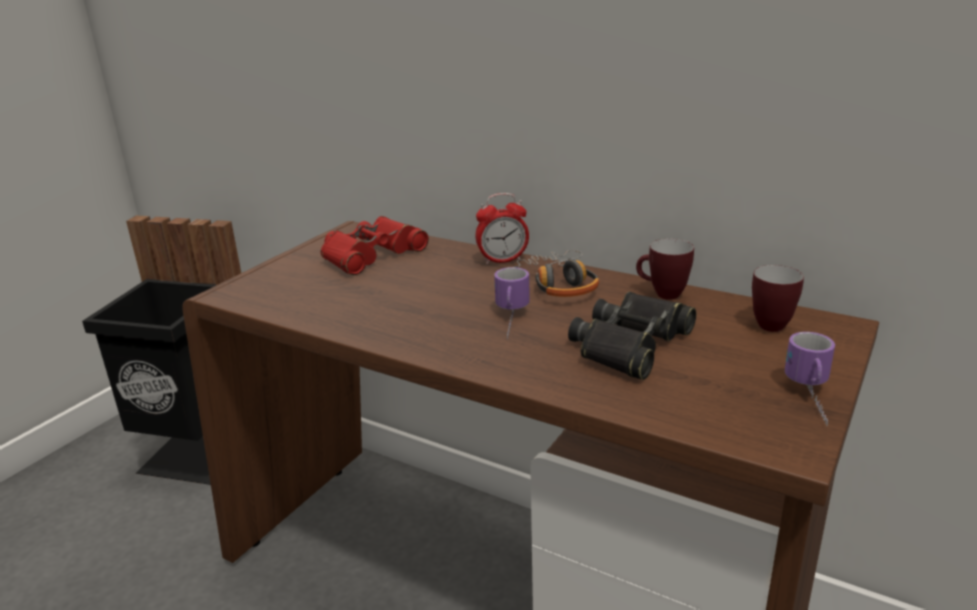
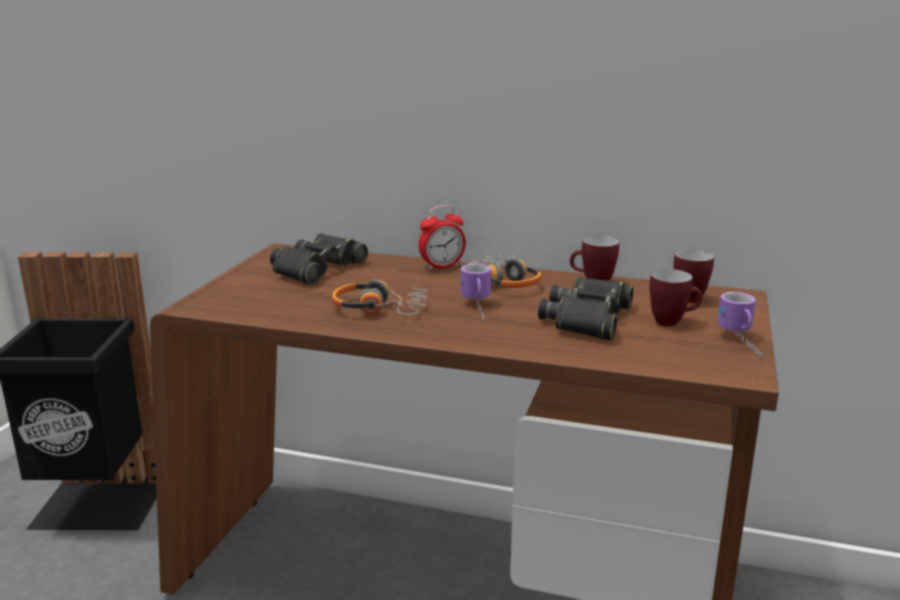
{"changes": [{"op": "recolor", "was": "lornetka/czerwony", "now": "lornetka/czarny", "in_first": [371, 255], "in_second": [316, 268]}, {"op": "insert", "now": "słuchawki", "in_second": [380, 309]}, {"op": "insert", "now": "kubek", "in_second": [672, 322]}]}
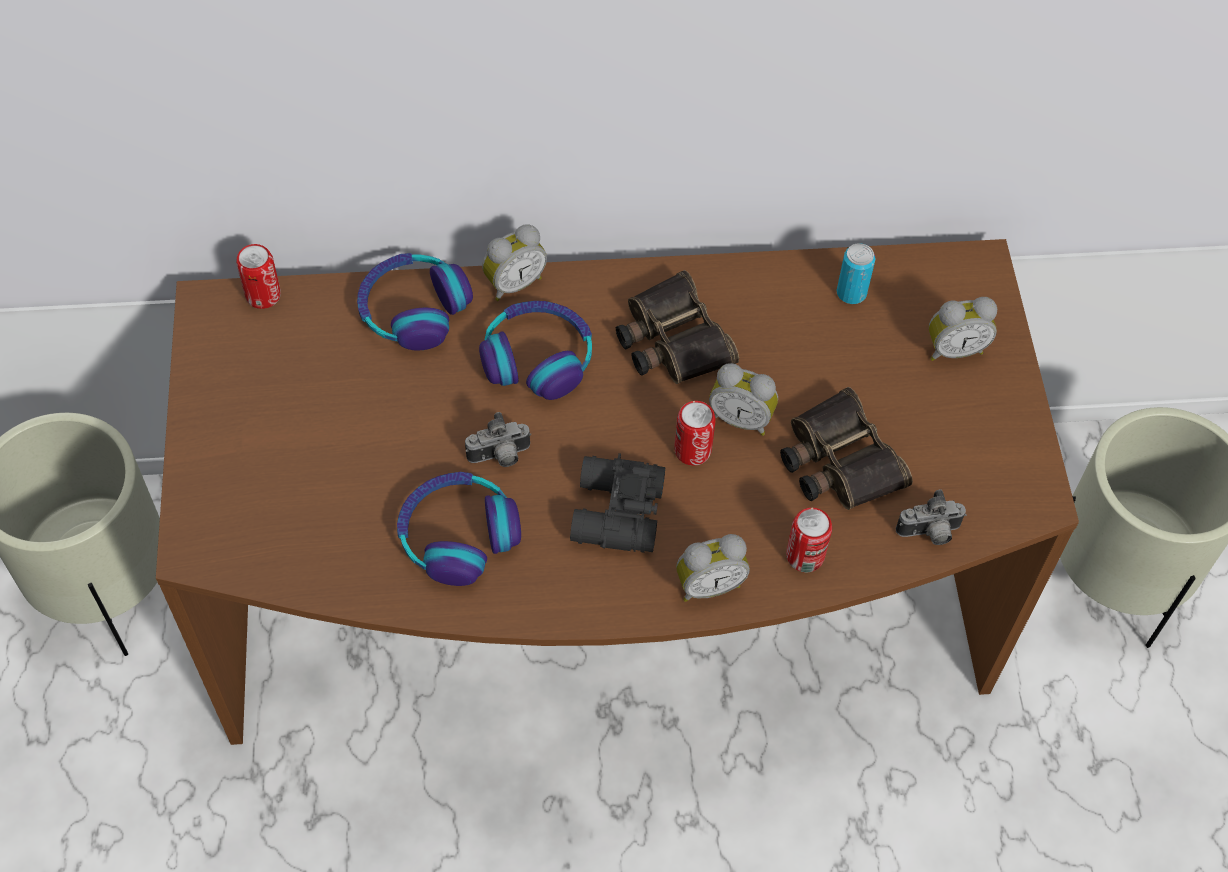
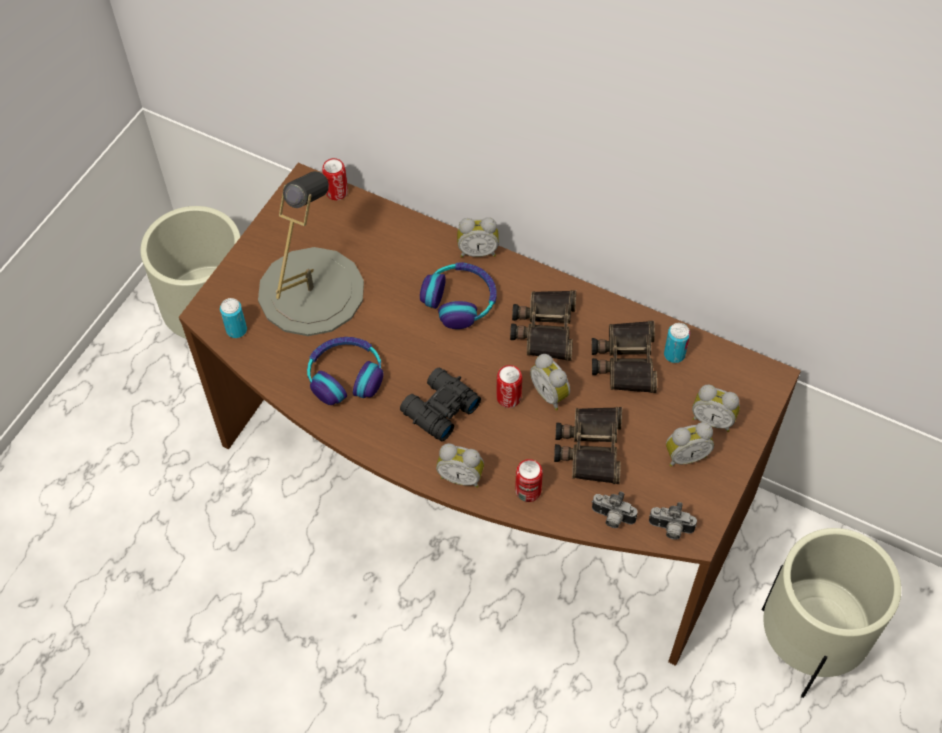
{"changes": [{"op": "insert", "now": "puszka", "in_second": [236, 330]}, {"op": "insert", "now": "lampa stołowa/szary", "in_second": [311, 291]}, {"op": "insert", "now": "lornetka", "in_second": [624, 361]}, {"op": "move", "was": "aparat fotograficzny", "in_first": [500, 457], "in_second": [670, 529]}, {"op": "insert", "now": "budzik", "in_second": [685, 455]}, {"op": "delete", "was": "słuchawki", "in_first": [413, 310]}]}
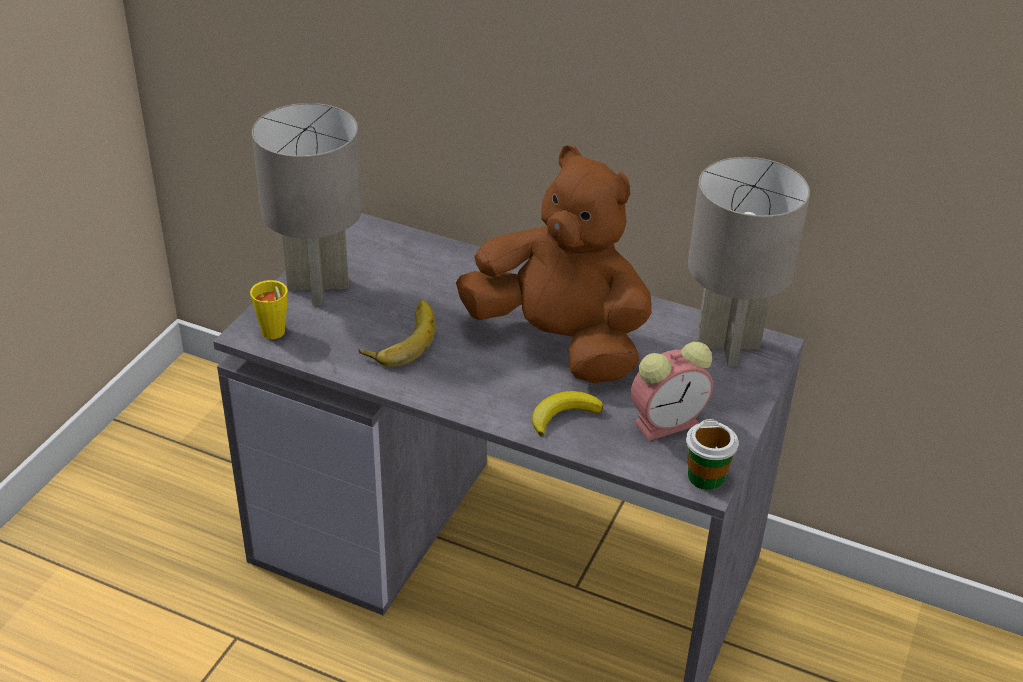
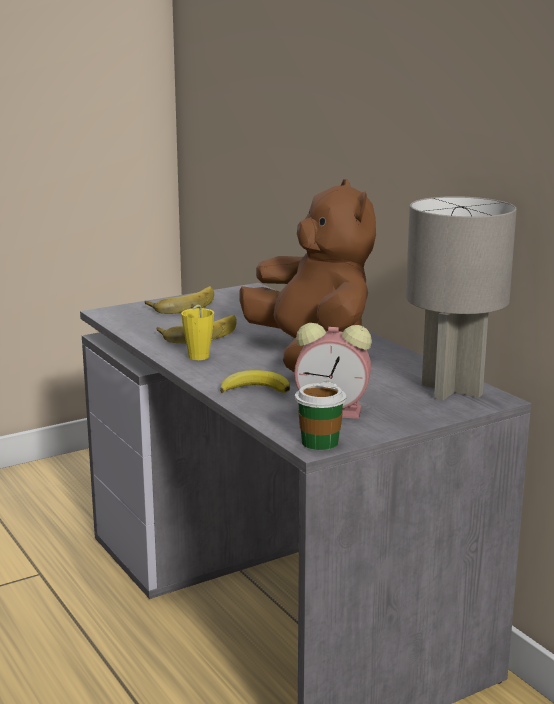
{"changes": [{"op": "replace", "was": "lampa stołowa/szary", "now": "banan", "in_first": [317, 286], "in_second": [182, 304]}, {"op": "move", "was": "filiżanka/żółty", "in_first": [274, 335], "in_second": [197, 358]}]}
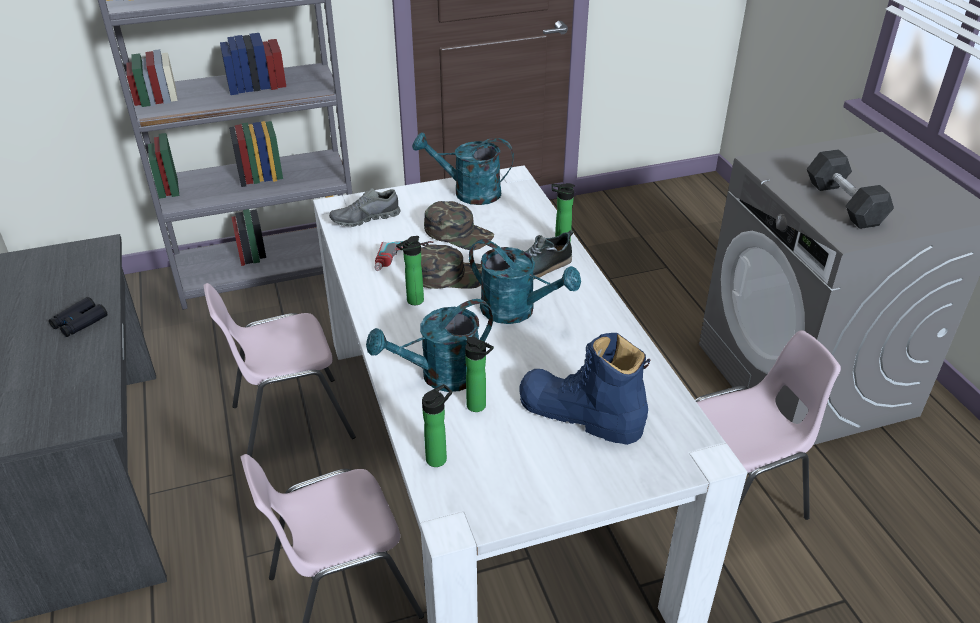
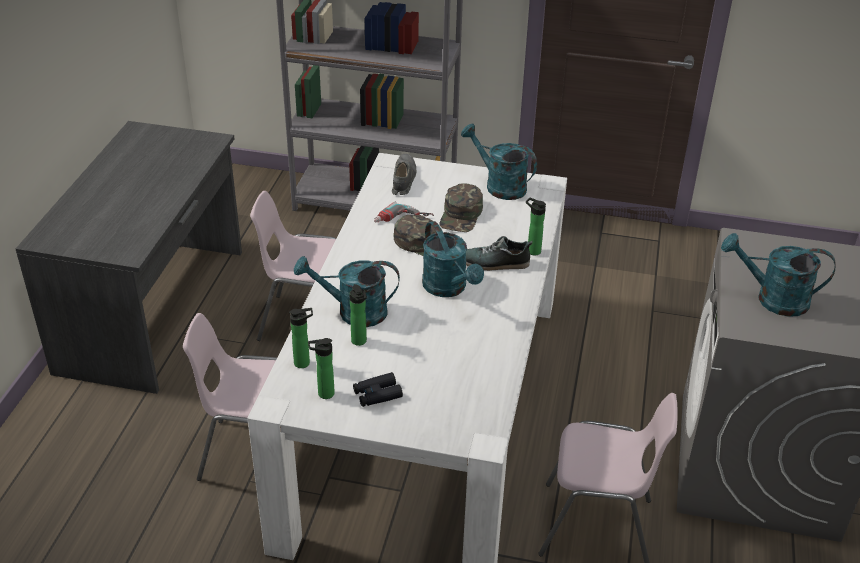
{"changes": [{"op": "move", "was": "butelka", "in_first": [413, 301], "in_second": [323, 394]}, {"op": "move", "was": "lornetka/czarny", "in_first": [79, 322], "in_second": [377, 394]}, {"op": "rotate", "was": "but/szary", "in_first": [365, 219], "in_second": [403, 180], "clockwise": 90}, {"op": "rotate", "was": "czapka z daszkiem/zielony", "in_first": [458, 233], "in_second": [461, 215], "clockwise": 45}, {"op": "replace", "was": "hantel/szary", "now": "konewka/turkusowy", "in_first": [844, 203], "in_second": [772, 299]}, {"op": "delete", "was": "but z cholewką/niebieski", "in_first": [580, 414]}]}
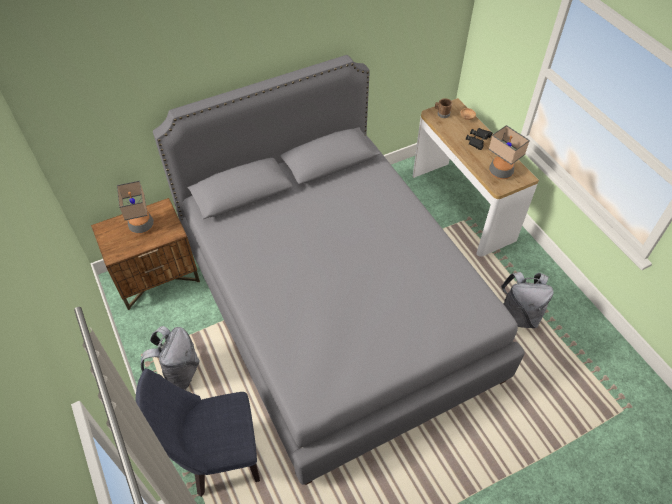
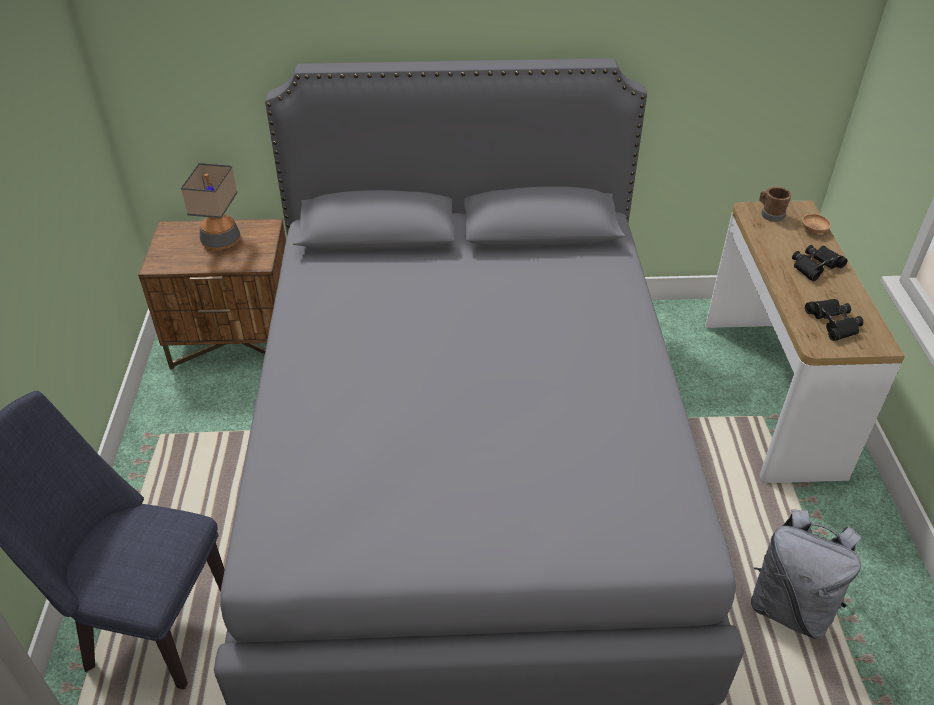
{"changes": [{"op": "replace", "was": "lampa stołowa", "now": "lornetka/czarny", "in_first": [500, 172], "in_second": [833, 323]}, {"op": "delete", "was": "plecak/szary", "in_first": [178, 373]}]}
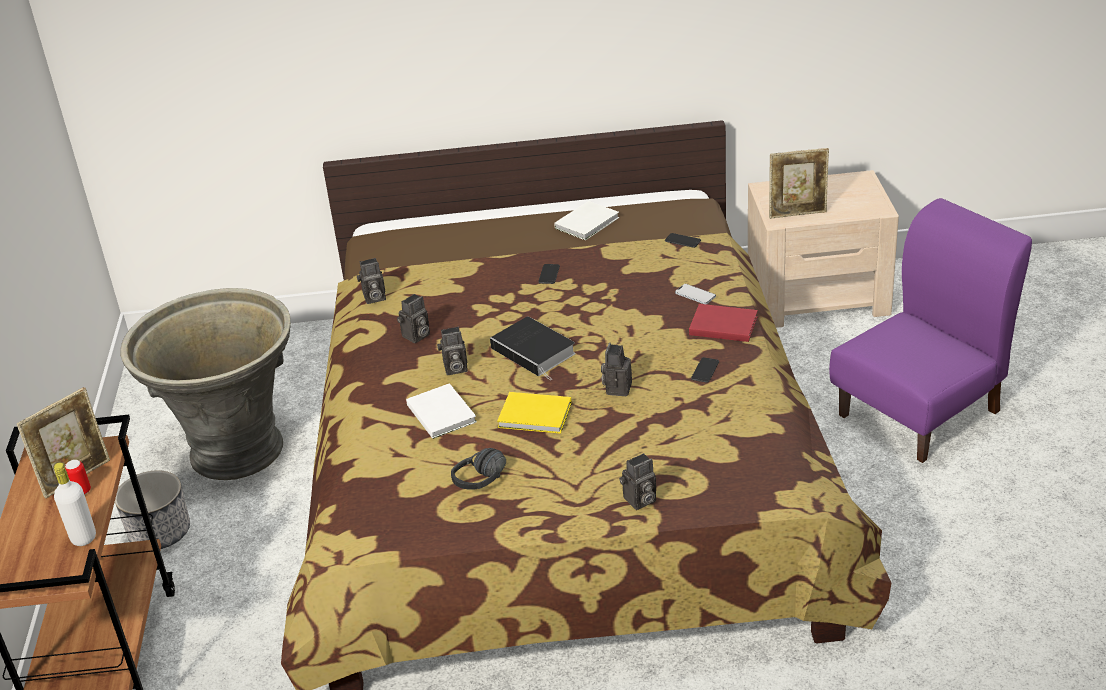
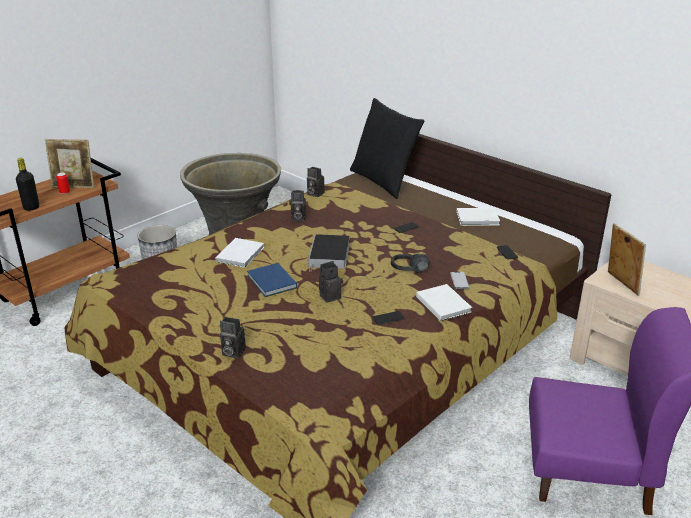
{"changes": [{"op": "recolor", "was": "butelka/biały", "now": "butelka/czarny", "in_first": [83, 537], "in_second": [31, 207]}, {"op": "recolor", "was": "książka/żółty", "now": "książka/niebieski", "in_first": [536, 416], "in_second": [271, 282]}, {"op": "insert", "now": "poduszka/czarny", "in_second": [384, 181]}, {"op": "move", "was": "słuchawki/czarny", "in_first": [487, 483], "in_second": [410, 272]}, {"op": "recolor", "was": "książka/czerwony", "now": "książka/biały", "in_first": [722, 325], "in_second": [443, 303]}, {"op": "rotate", "was": "ramka na zdjęcie", "in_first": [797, 213], "in_second": [620, 283], "clockwise": -150}, {"op": "delete", "was": "aparat fotograficzny", "in_first": [454, 369]}]}
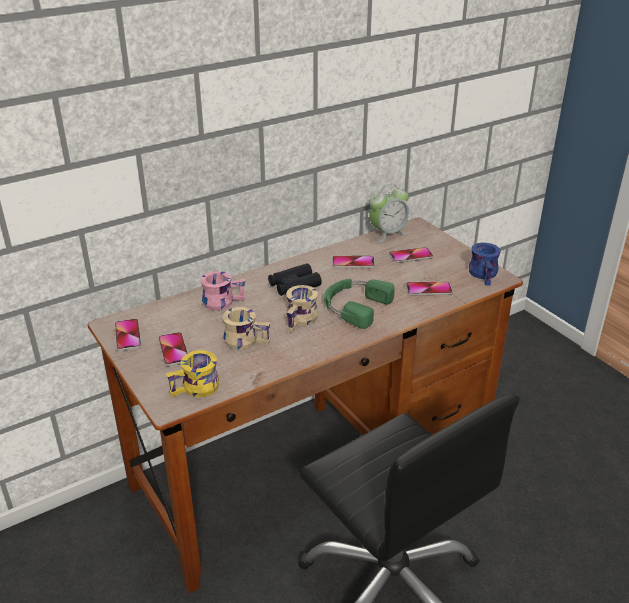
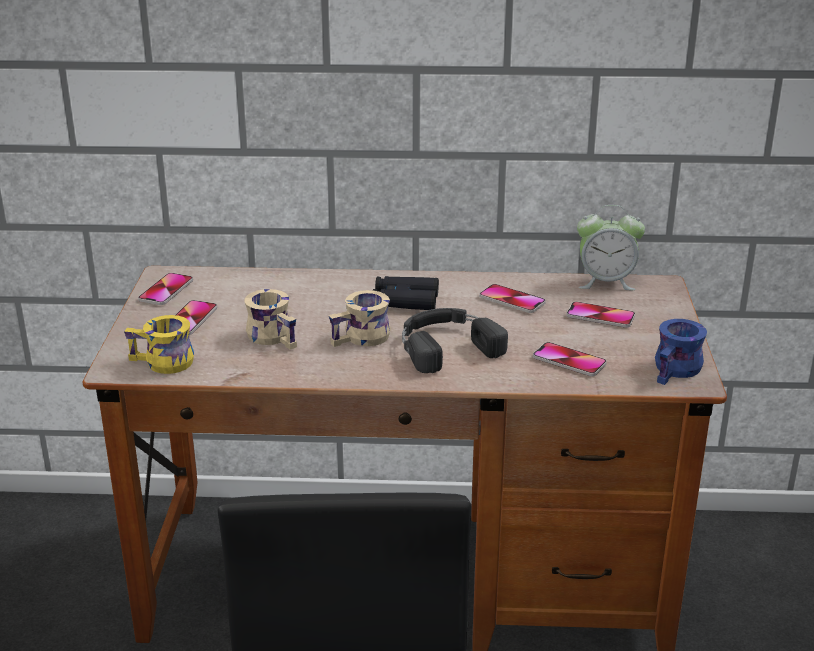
{"changes": [{"op": "recolor", "was": "słuchawki/zielony", "now": "słuchawki/czarny", "in_first": [354, 306], "in_second": [446, 346]}, {"op": "delete", "was": "kubek/różowy", "in_first": [222, 300]}]}
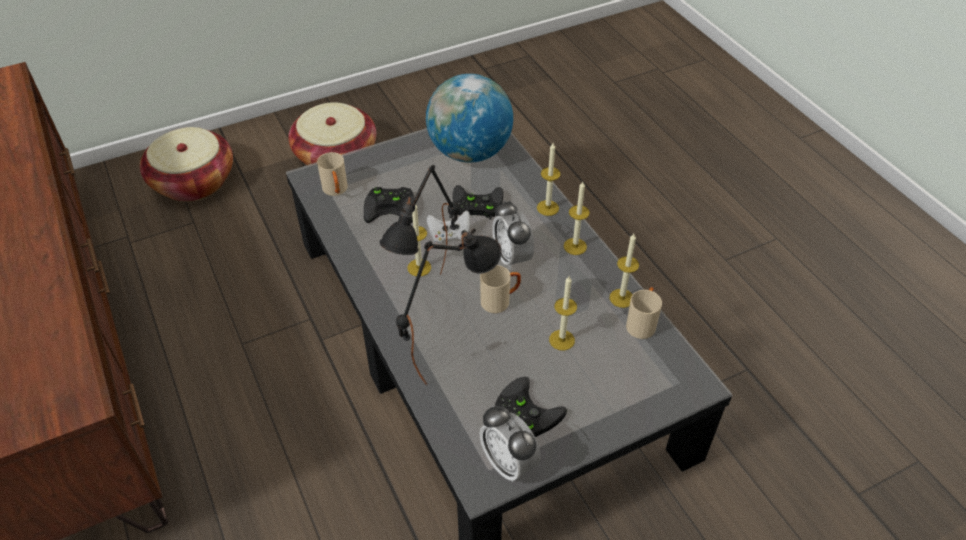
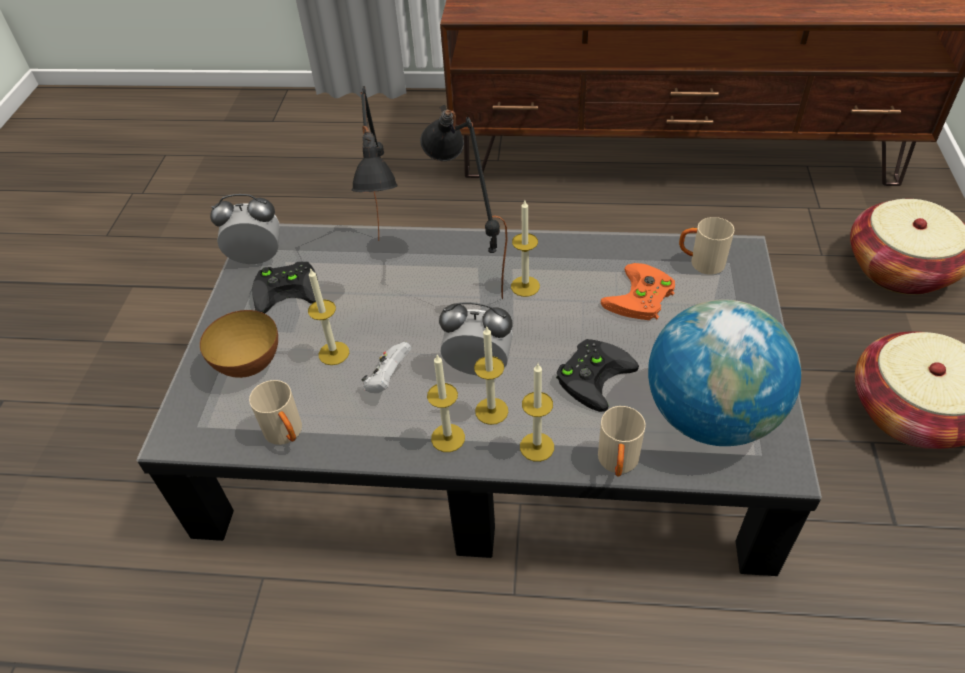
{"changes": [{"op": "insert", "now": "miska", "in_second": [249, 365]}, {"op": "move", "was": "pad do gier/biały", "in_first": [449, 236], "in_second": [388, 380]}, {"op": "move", "was": "świeca", "in_first": [621, 298], "in_second": [491, 411]}, {"op": "move", "was": "kubek/beżowy", "in_first": [500, 300], "in_second": [618, 464]}, {"op": "recolor", "was": "pad do gier/czarny", "now": "pad do gier/pomarańczowy", "in_first": [392, 207], "in_second": [640, 299]}]}
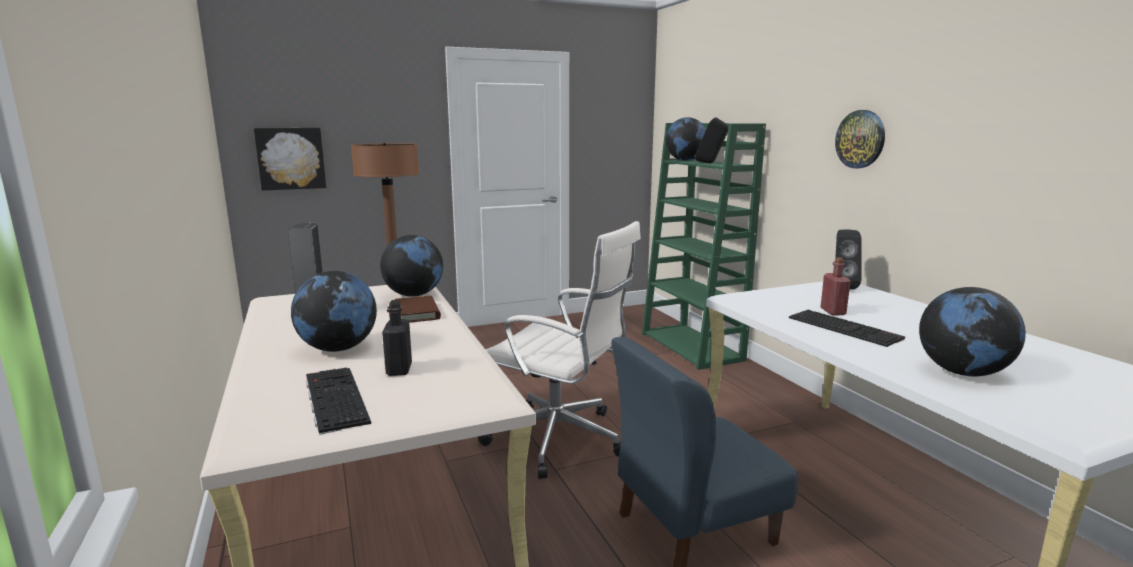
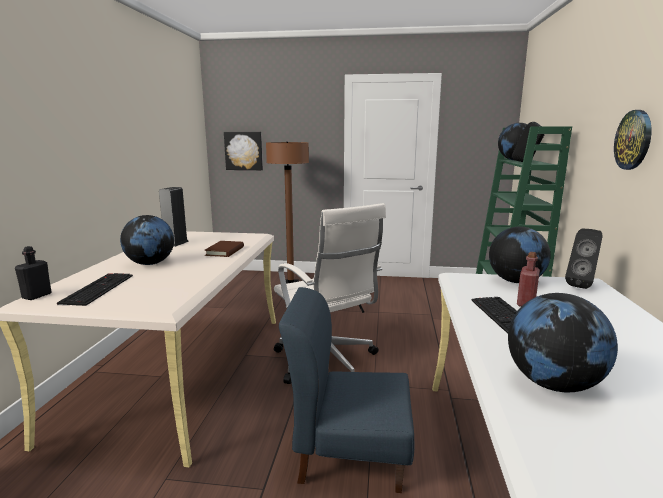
{"changes": [{"op": "move", "was": "butelka/czarny", "in_first": [399, 369], "in_second": [37, 296]}, {"op": "move", "was": "globus", "in_first": [414, 295], "in_second": [515, 281]}]}
